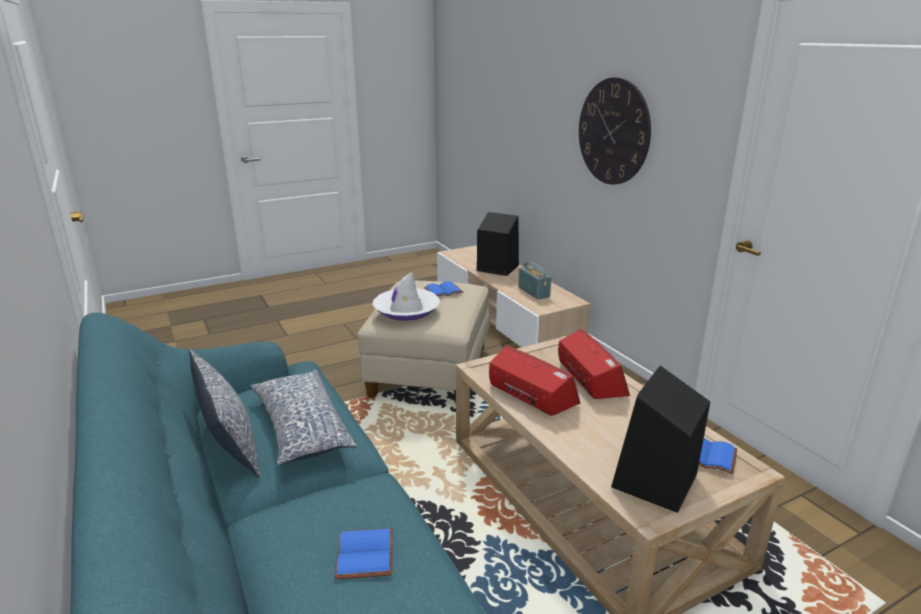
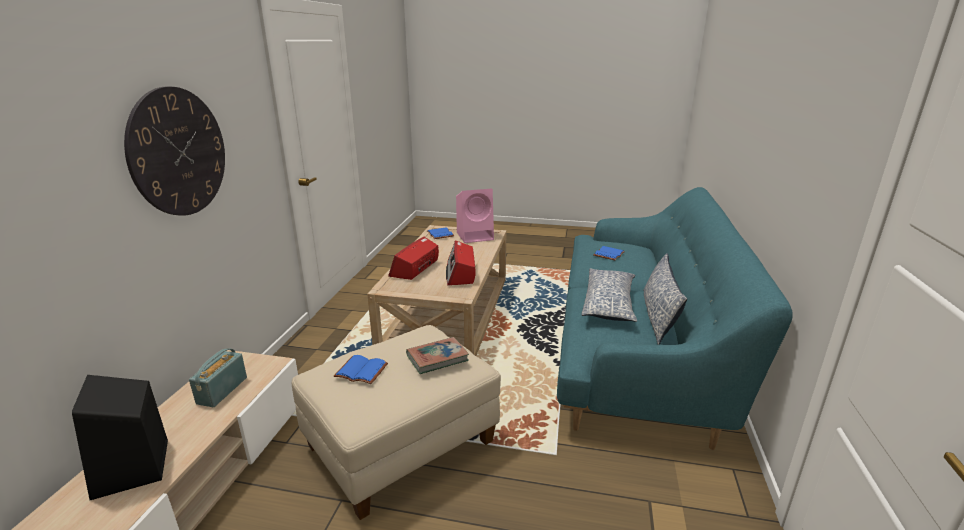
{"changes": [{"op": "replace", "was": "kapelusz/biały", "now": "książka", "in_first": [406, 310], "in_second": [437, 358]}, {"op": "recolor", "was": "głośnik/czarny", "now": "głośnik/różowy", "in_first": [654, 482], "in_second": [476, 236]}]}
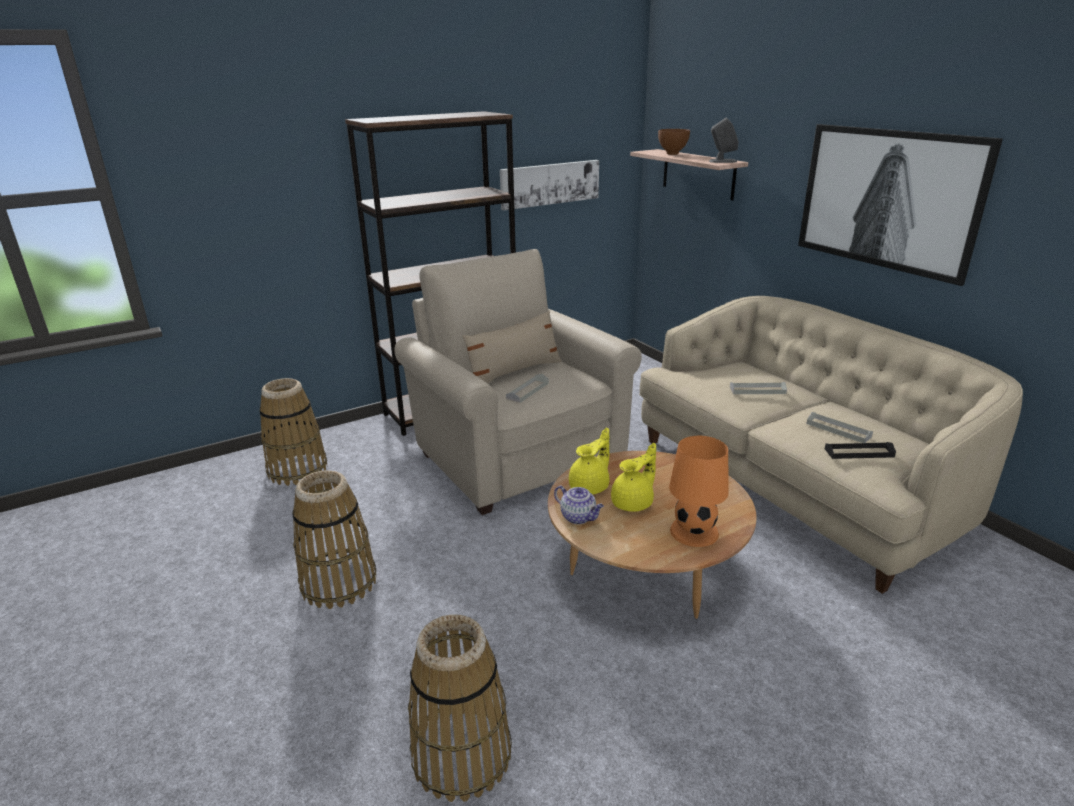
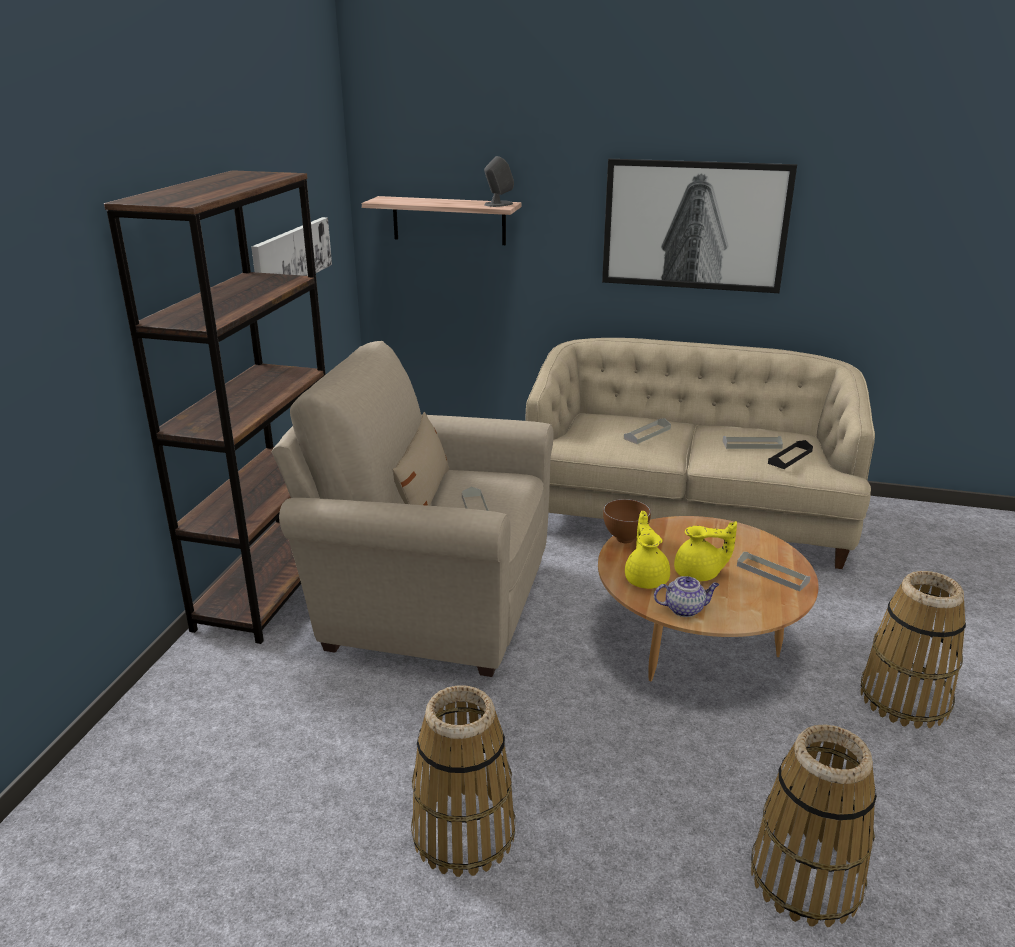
{"changes": [{"op": "move", "was": "miska/brązowy", "in_first": [672, 154], "in_second": [625, 540]}, {"op": "rotate", "was": "imbryk/żółty", "in_first": [634, 503], "in_second": [699, 574], "clockwise": 90}, {"op": "replace", "was": "lampa stołowa/pomarańczowy", "now": "taca/szary", "in_first": [693, 531], "in_second": [772, 574]}, {"op": "move", "was": "koszyk", "in_first": [298, 469], "in_second": [904, 698]}]}
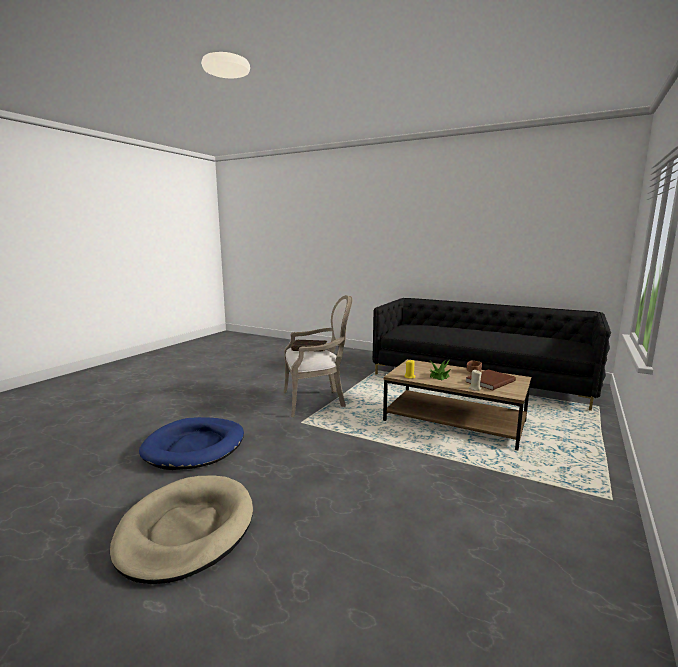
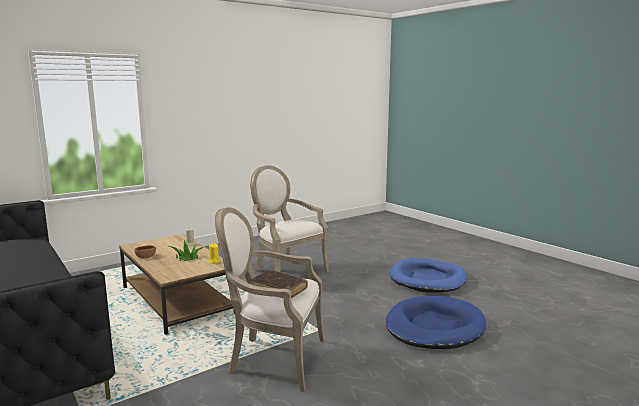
{"changes": [{"op": "insert", "now": "fotel", "in_second": [286, 271]}, {"op": "recolor", "was": "legowisko/beżowy", "now": "legowisko/niebieski", "in_first": [186, 530], "in_second": [428, 279]}, {"op": "delete", "was": "książka/brązowy", "in_first": [489, 381]}]}
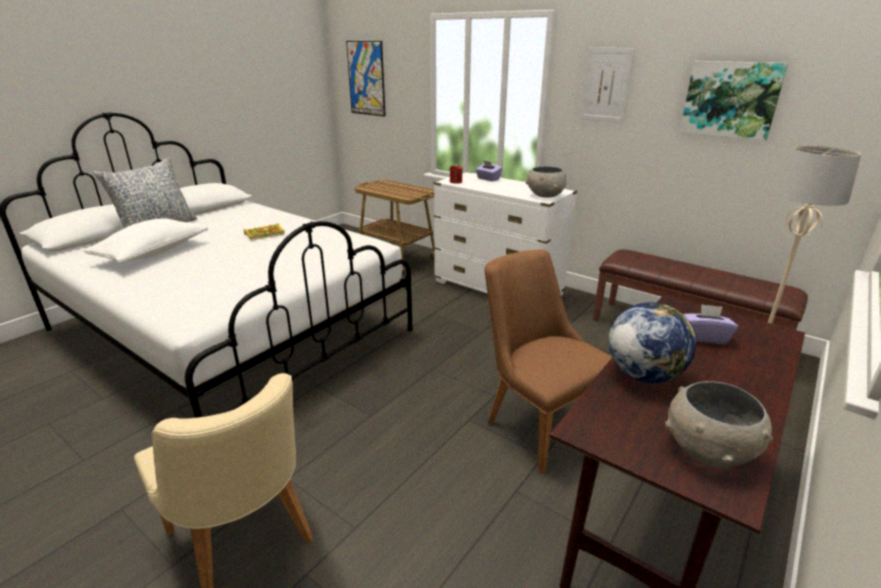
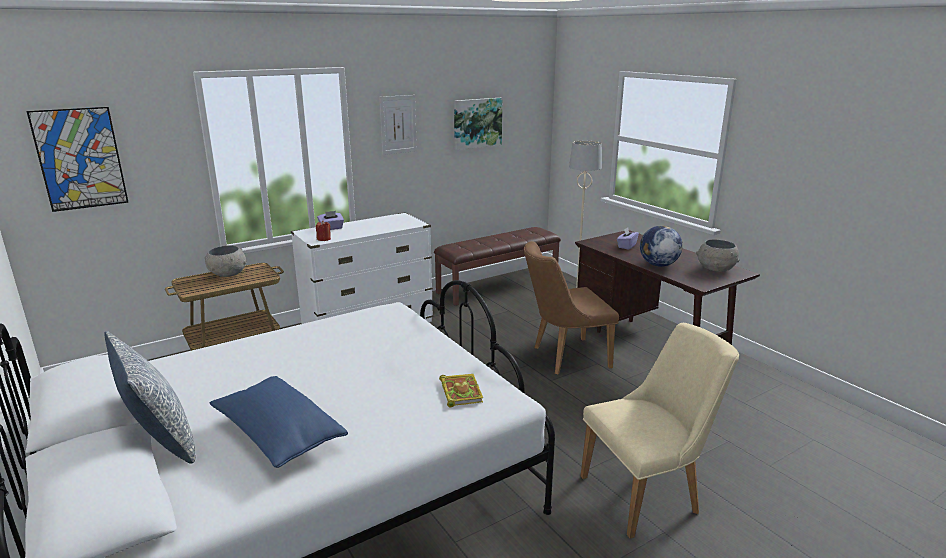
{"changes": [{"op": "move", "was": "miska/szary", "in_first": [545, 195], "in_second": [227, 274]}, {"op": "recolor", "was": "poduszka/biały", "now": "poduszka/niebieski", "in_first": [152, 253], "in_second": [278, 435]}, {"op": "move", "was": "książka", "in_first": [265, 234], "in_second": [460, 391]}]}
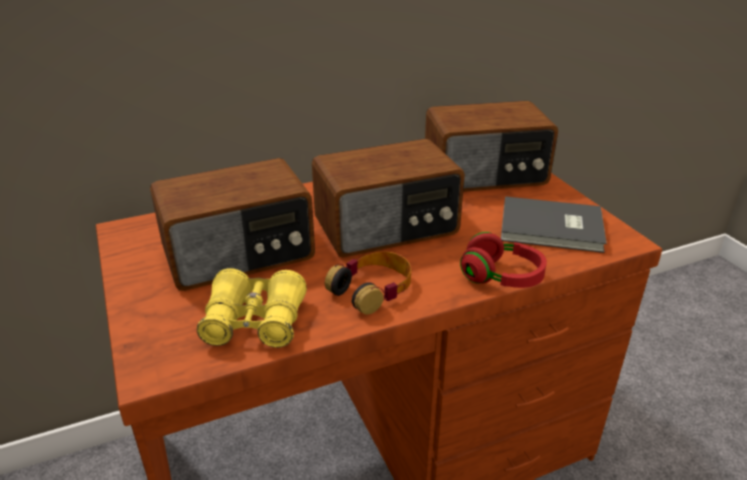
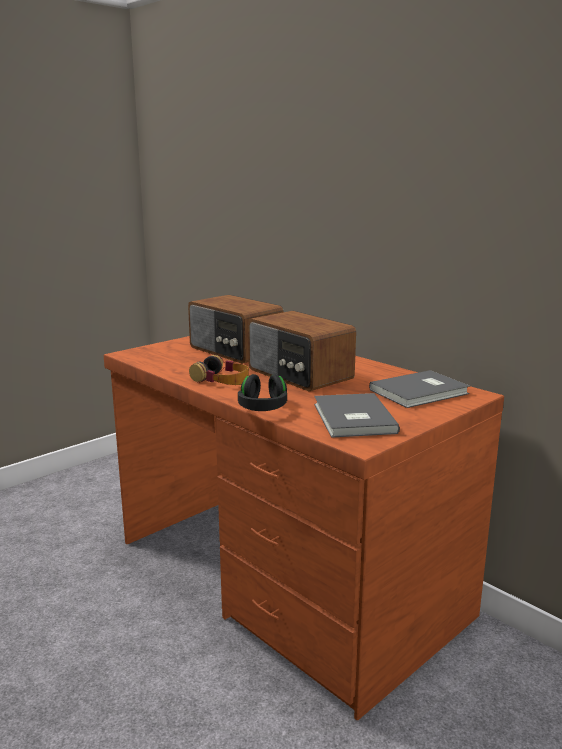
{"changes": [{"op": "recolor", "was": "słuchawki/czerwony", "now": "słuchawki/czarny", "in_first": [501, 277], "in_second": [262, 408]}, {"op": "replace", "was": "radio", "now": "książka/szary", "in_first": [485, 174], "in_second": [421, 392]}, {"op": "delete", "was": "lornetka/żółty", "in_first": [255, 322]}]}
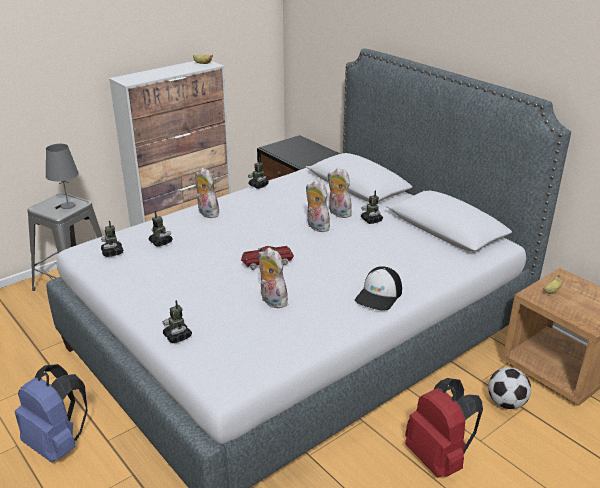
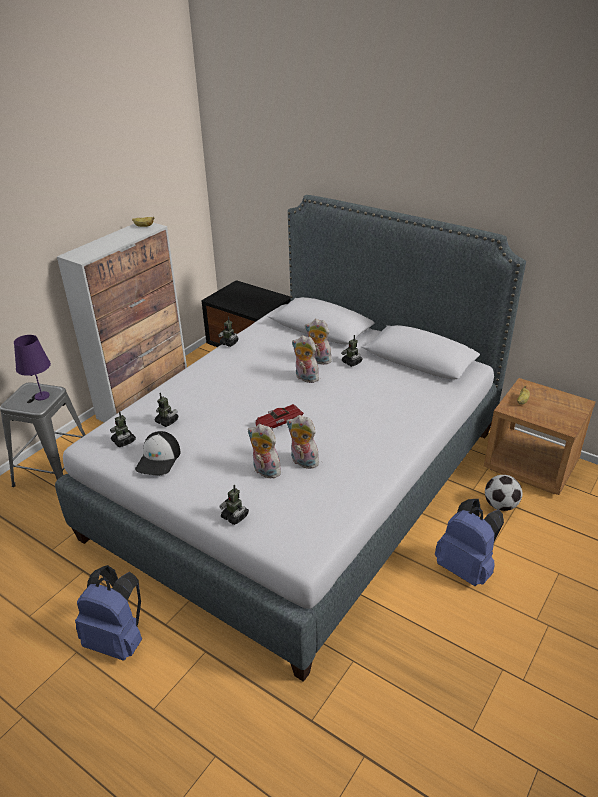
{"changes": [{"op": "recolor", "was": "lampa stołowa/szary", "now": "lampa stołowa/fioletowy", "in_first": [68, 205], "in_second": [42, 396]}, {"op": "move", "was": "czapka z daszkiem", "in_first": [379, 295], "in_second": [159, 459]}, {"op": "move", "was": "pluszak", "in_first": [206, 213], "in_second": [265, 471]}, {"op": "recolor", "was": "plecak/czerwony", "now": "plecak/niebieski", "in_first": [439, 458], "in_second": [466, 568]}]}
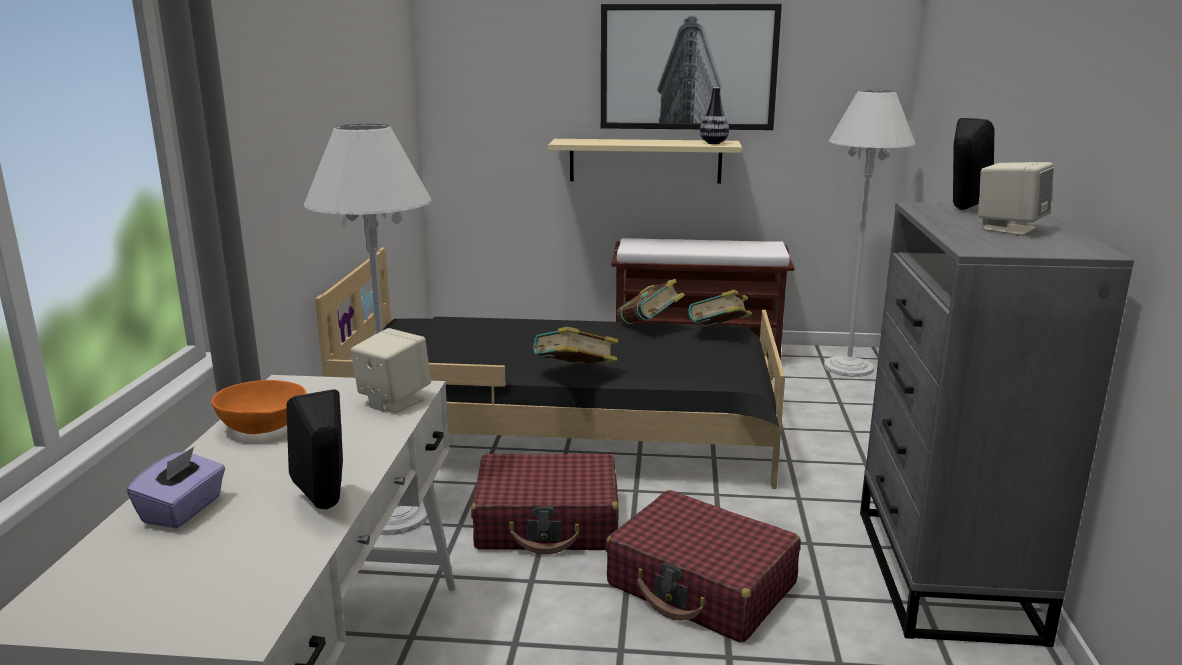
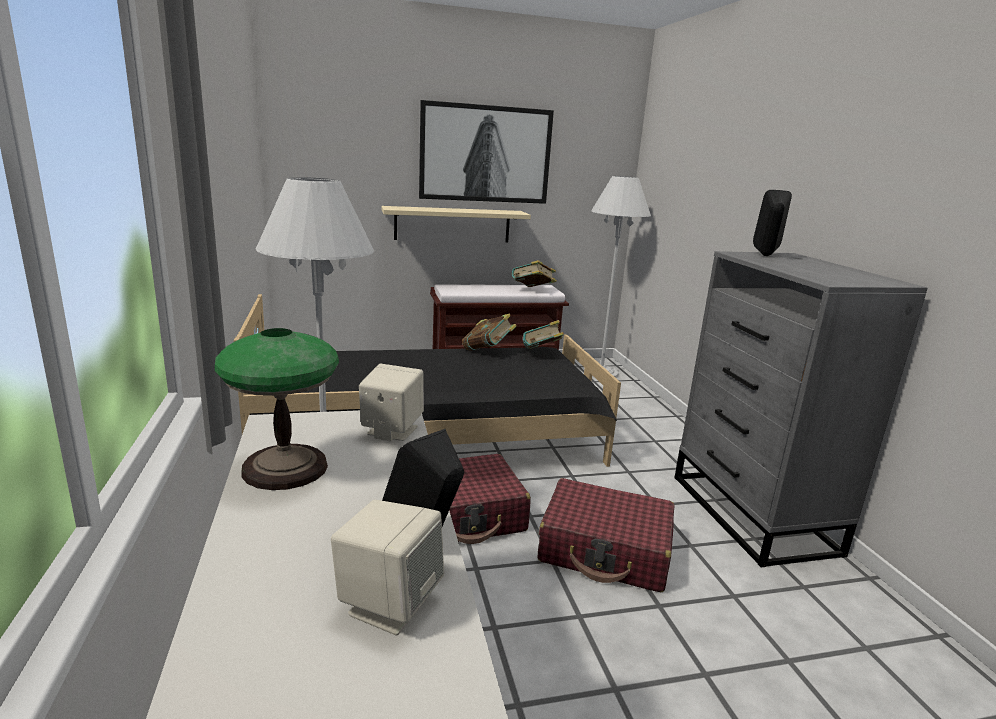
{"changes": [{"op": "replace", "was": "miska/pomarańczowy", "now": "lampa stołowa", "in_first": [263, 426], "in_second": [284, 468]}, {"op": "move", "was": "głośnik/beżowy", "in_first": [1008, 229], "in_second": [389, 603]}, {"op": "move", "was": "książka", "in_first": [574, 374], "in_second": [532, 290]}, {"op": "delete", "was": "pudełko chusteczek/fioletowy", "in_first": [183, 510]}, {"op": "delete", "was": "wazon", "in_first": [713, 143]}]}
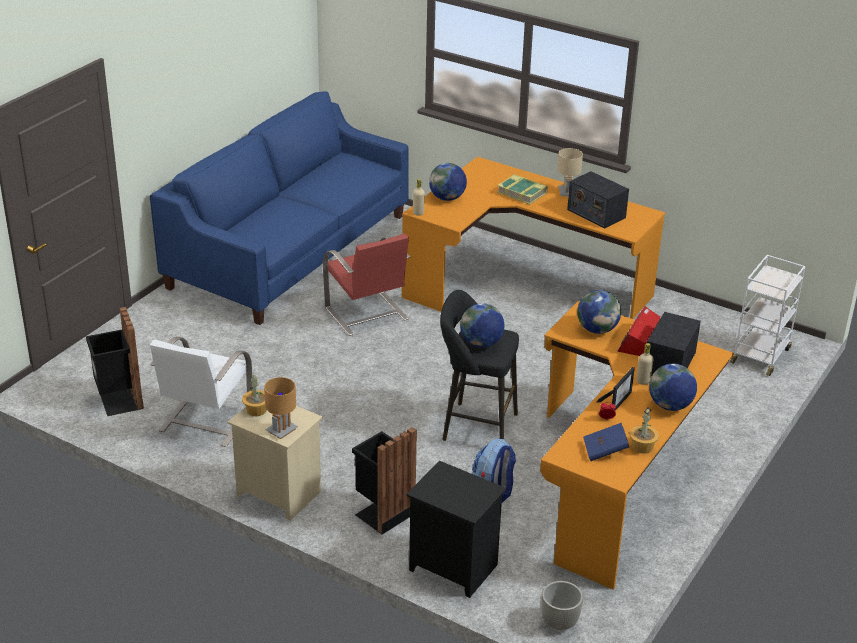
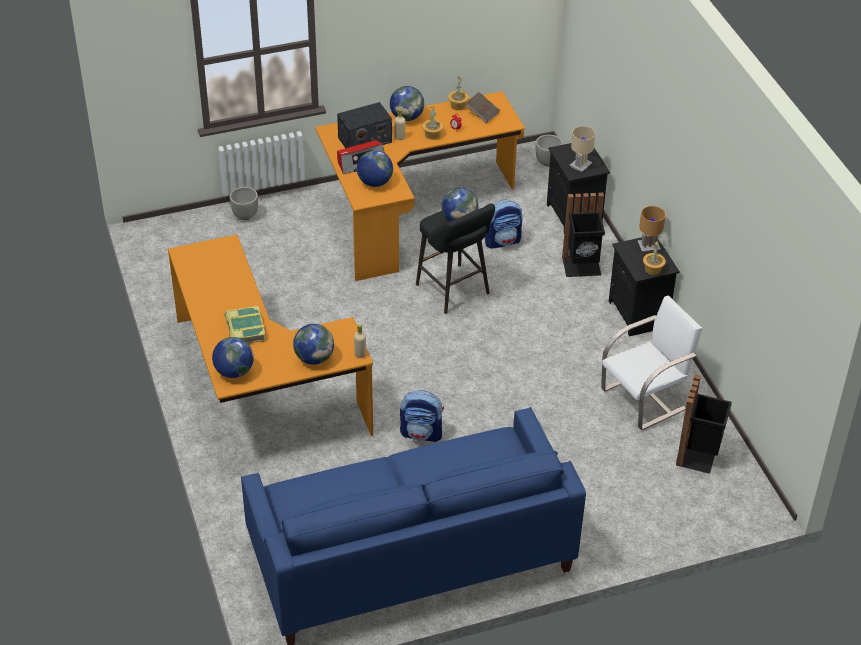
{"changes": [{"op": "insert", "now": "globus", "in_second": [234, 371]}, {"op": "insert", "now": "donica/szary", "in_second": [245, 215]}, {"op": "replace", "was": "krzesło/czerwony", "now": "plecak", "in_first": [367, 314], "in_second": [422, 433]}, {"op": "replace", "was": "ramka na zdjęcie", "now": "roślina doniczkowa", "in_first": [617, 400], "in_second": [432, 135]}, {"op": "recolor", "was": "książka/niebieski", "now": "książka/brązowy", "in_first": [605, 451], "in_second": [482, 114]}, {"op": "move", "was": "lampa stołowa/beżowy", "in_first": [567, 192], "in_second": [580, 165]}, {"op": "recolor", "was": "szafka nocna/beżowy", "now": "szafka nocna/czarny", "in_first": [277, 494], "in_second": [639, 314]}, {"op": "delete", "was": "radio", "in_first": [596, 213]}, {"op": "delete", "was": "wózek/biały", "in_first": [760, 355]}]}
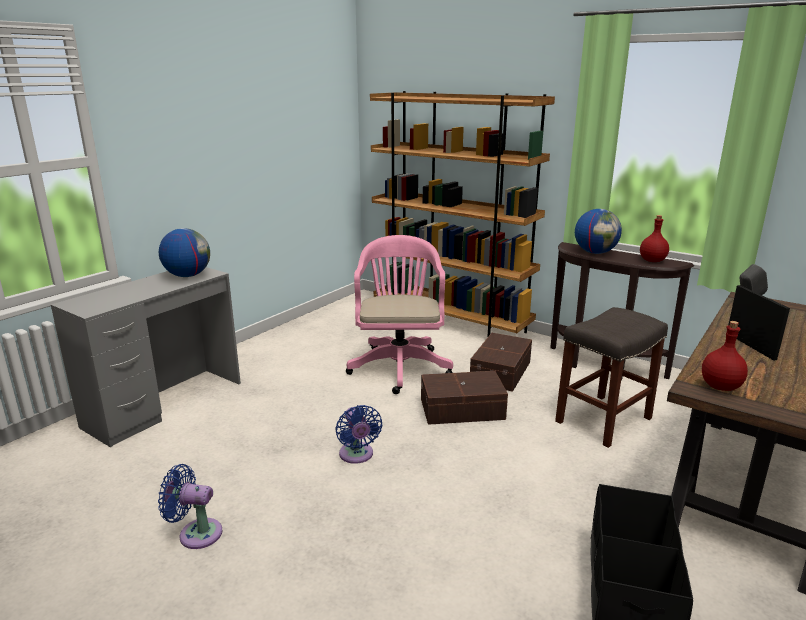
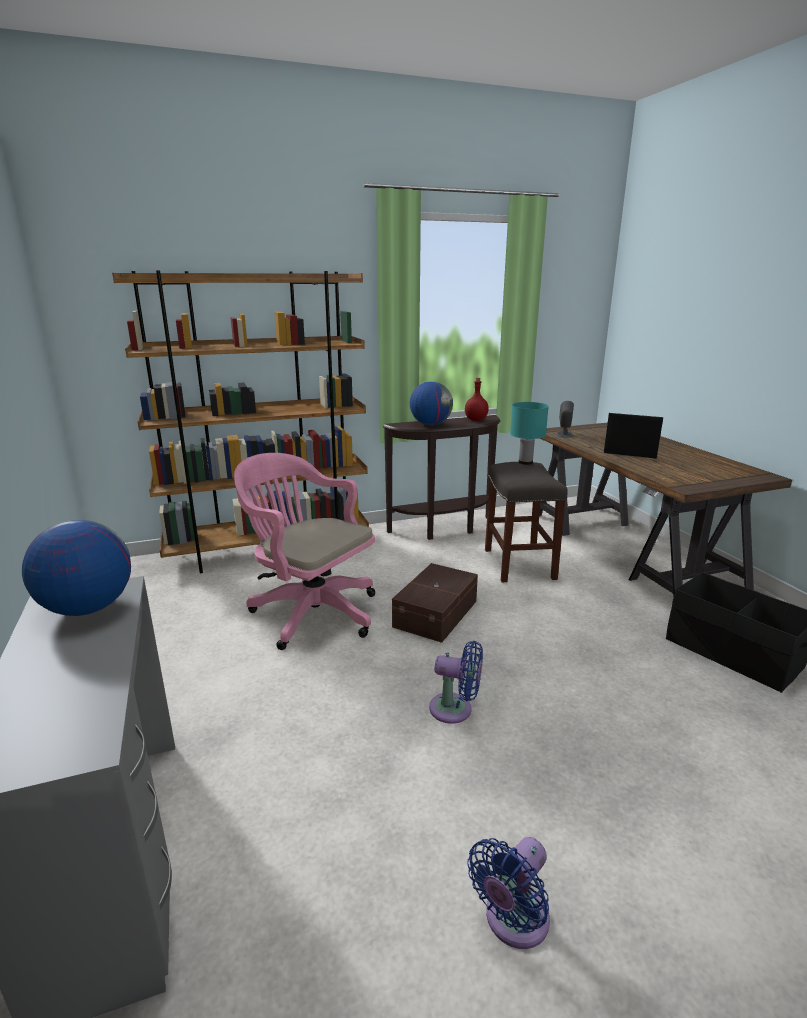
{"changes": [{"op": "insert", "now": "lampa stołowa/turkusowy", "in_second": [526, 462]}, {"op": "delete", "was": "pojemnik do przechowywania/brązowy", "in_first": [502, 372]}, {"op": "delete", "was": "butelka/czerwony", "in_first": [719, 386]}]}
